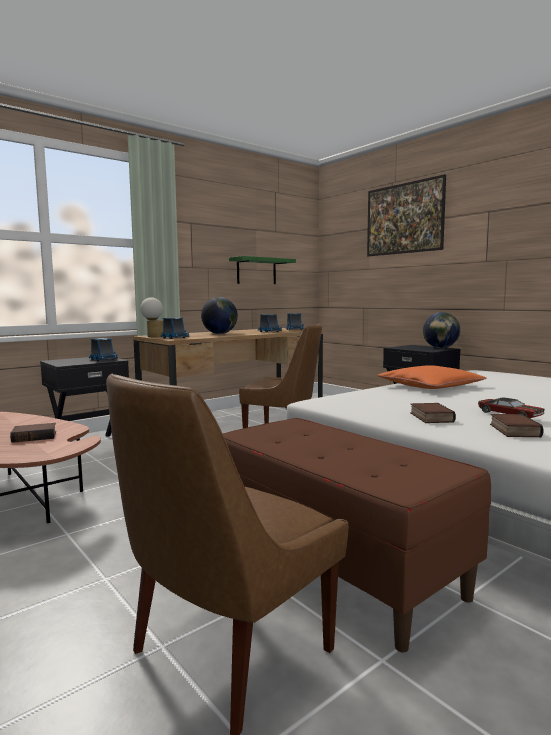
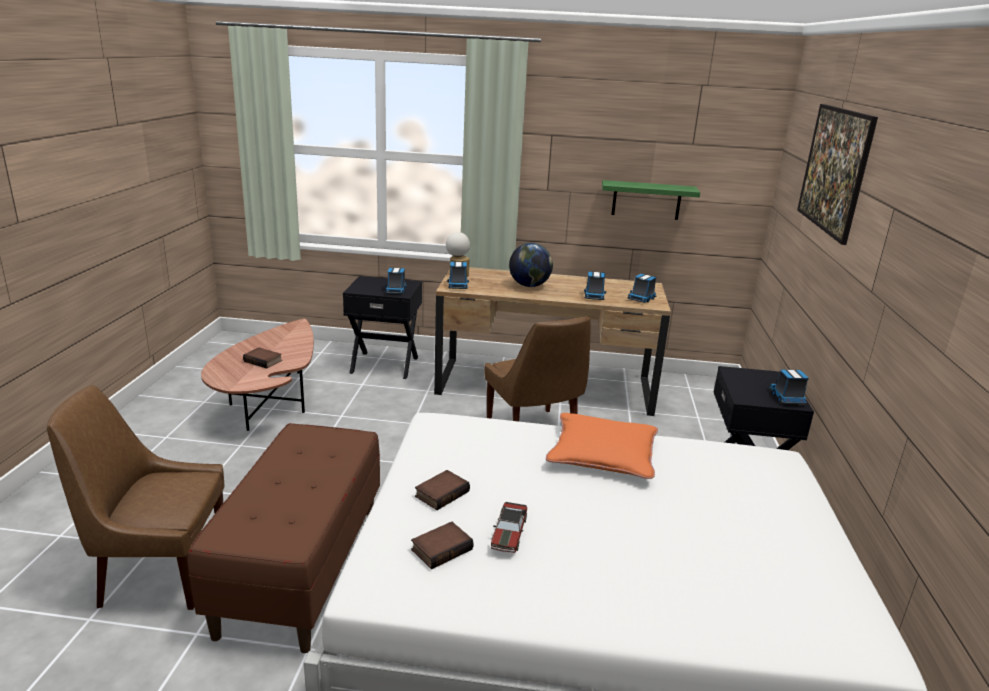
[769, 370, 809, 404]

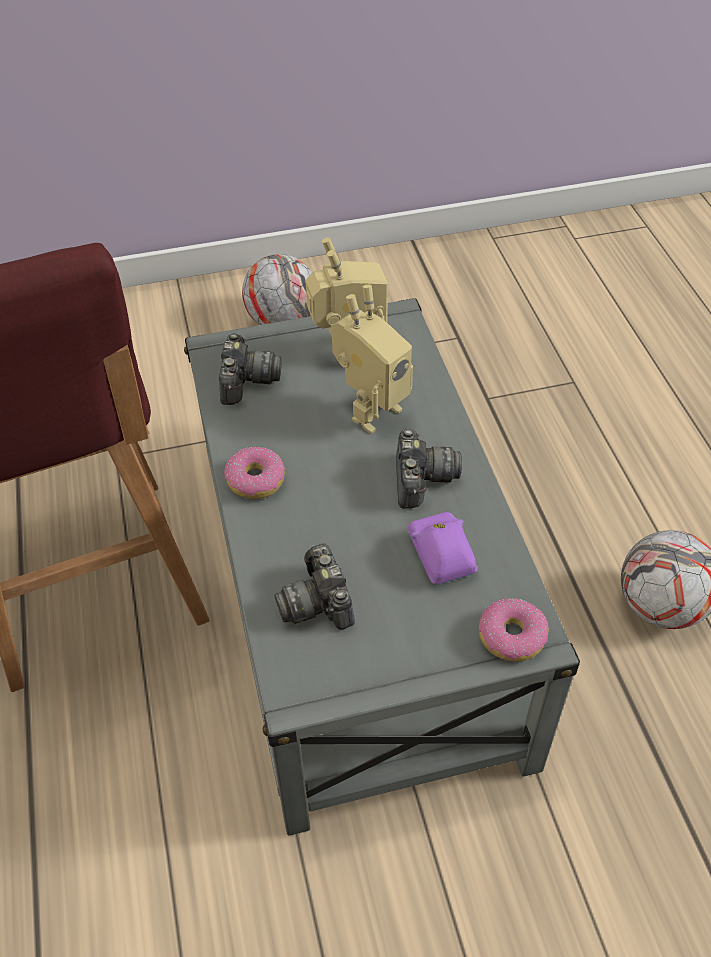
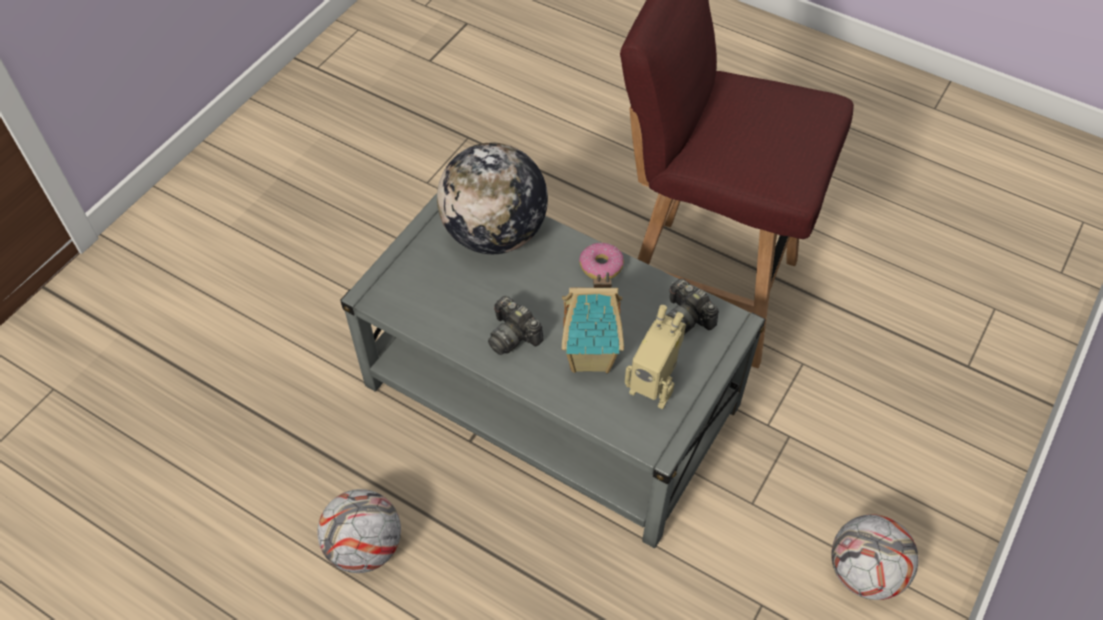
[437, 143, 548, 254]
[562, 272, 624, 373]
[408, 512, 478, 585] (first image)
[479, 598, 549, 661] (first image)

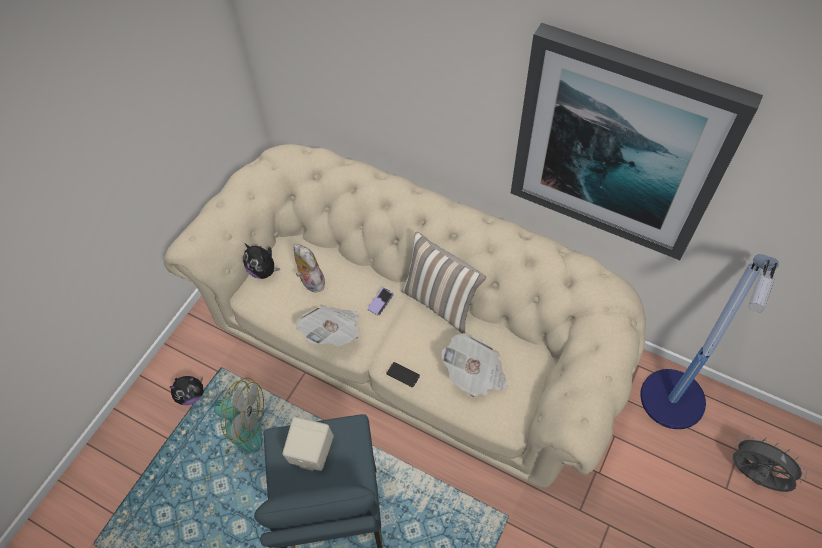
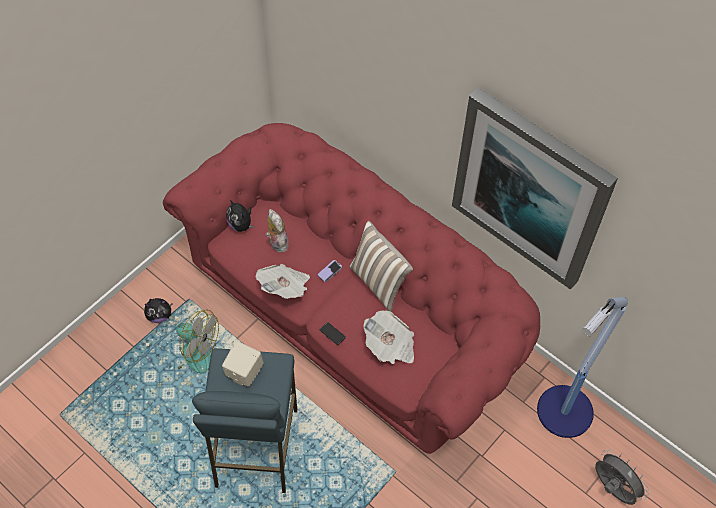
[163, 123, 540, 454]

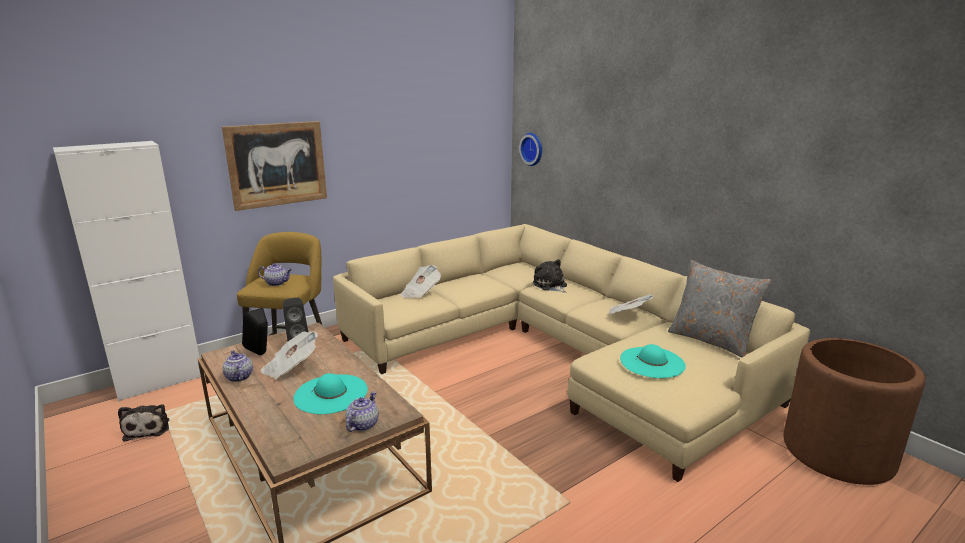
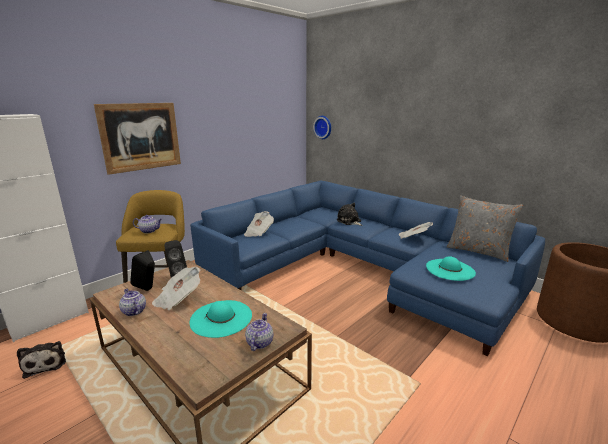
[190, 180, 545, 356]

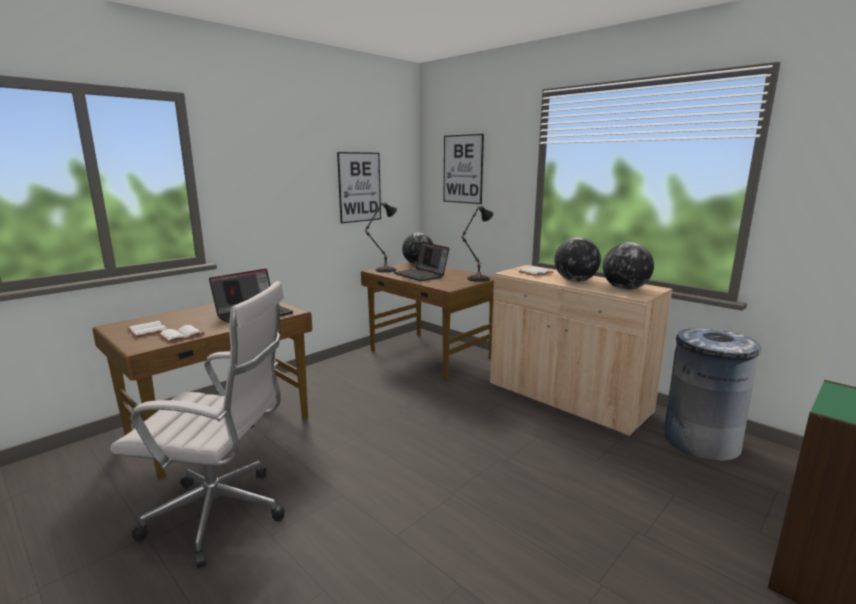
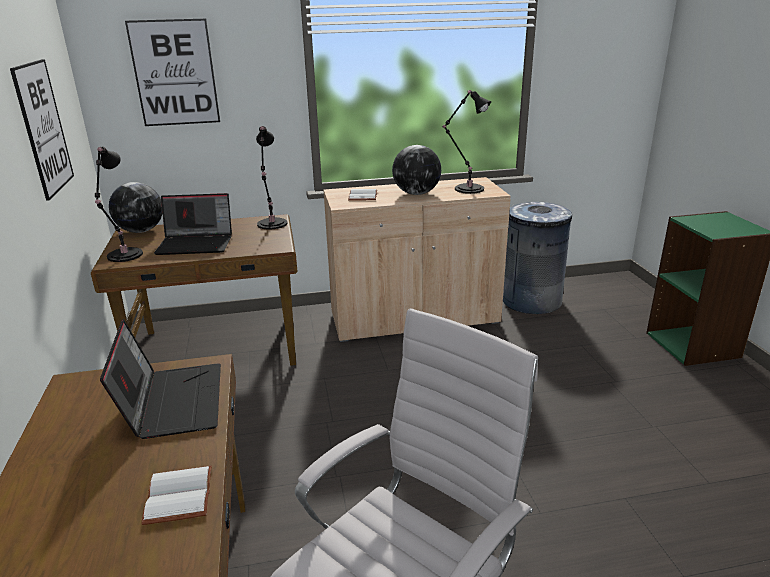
[127, 321, 167, 338] (first image)
[441, 90, 491, 194]

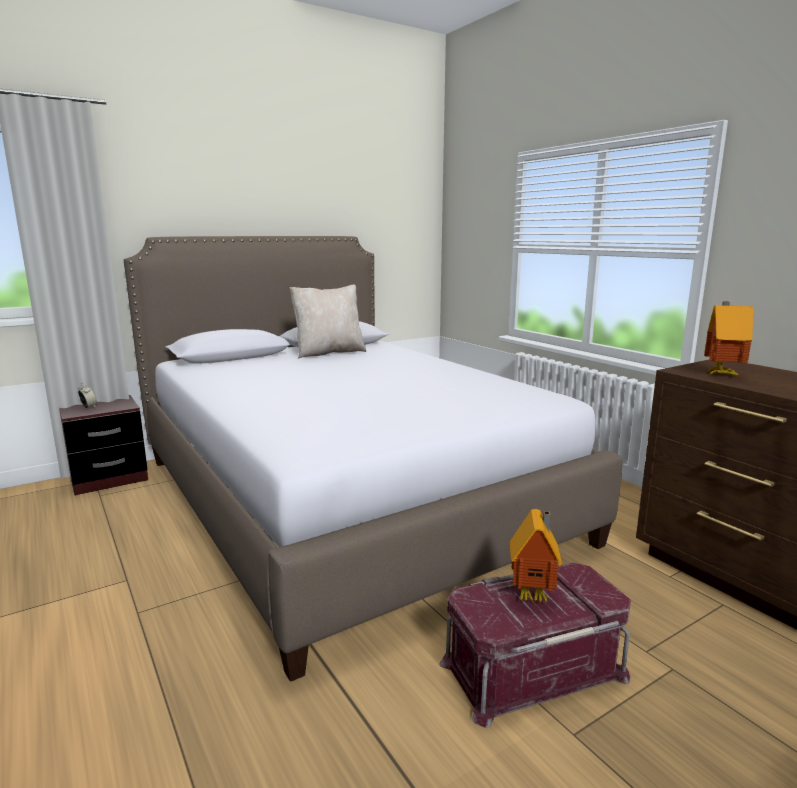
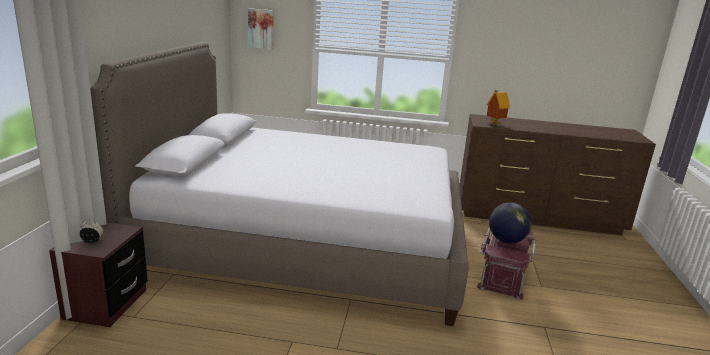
[290, 285, 366, 359] (first image)
[489, 202, 532, 244]
[248, 8, 273, 50]

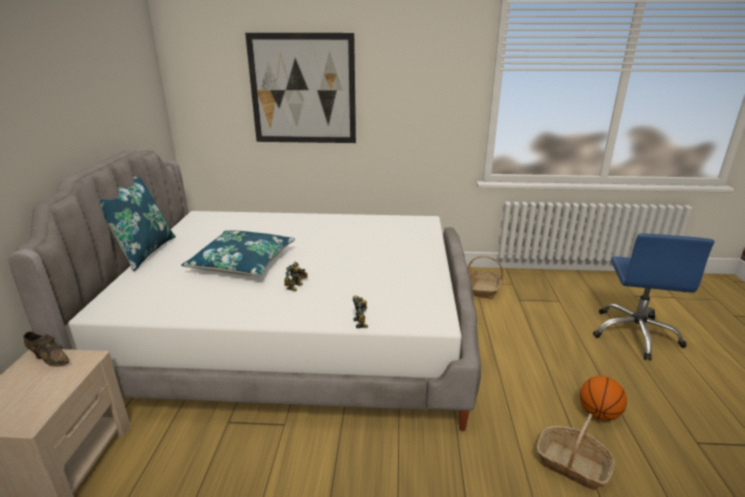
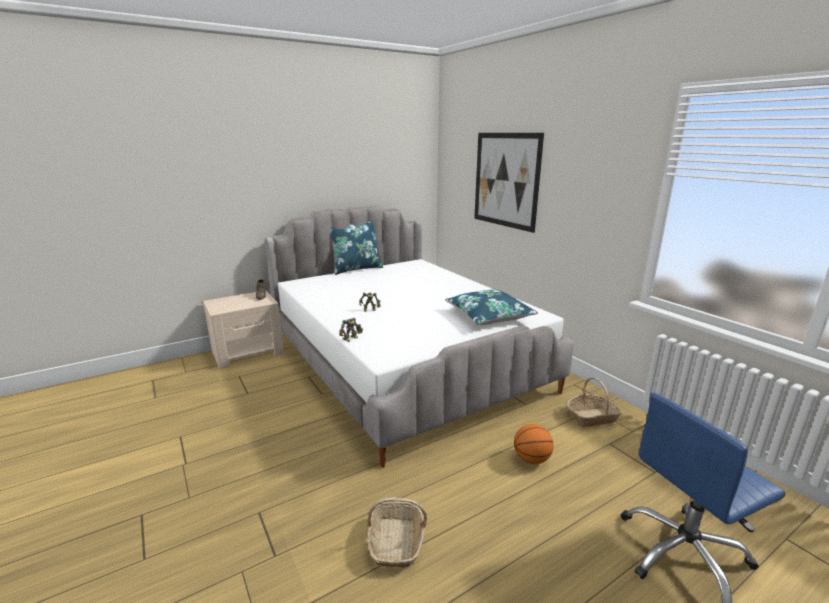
[445, 290, 538, 325]
[514, 424, 554, 464]

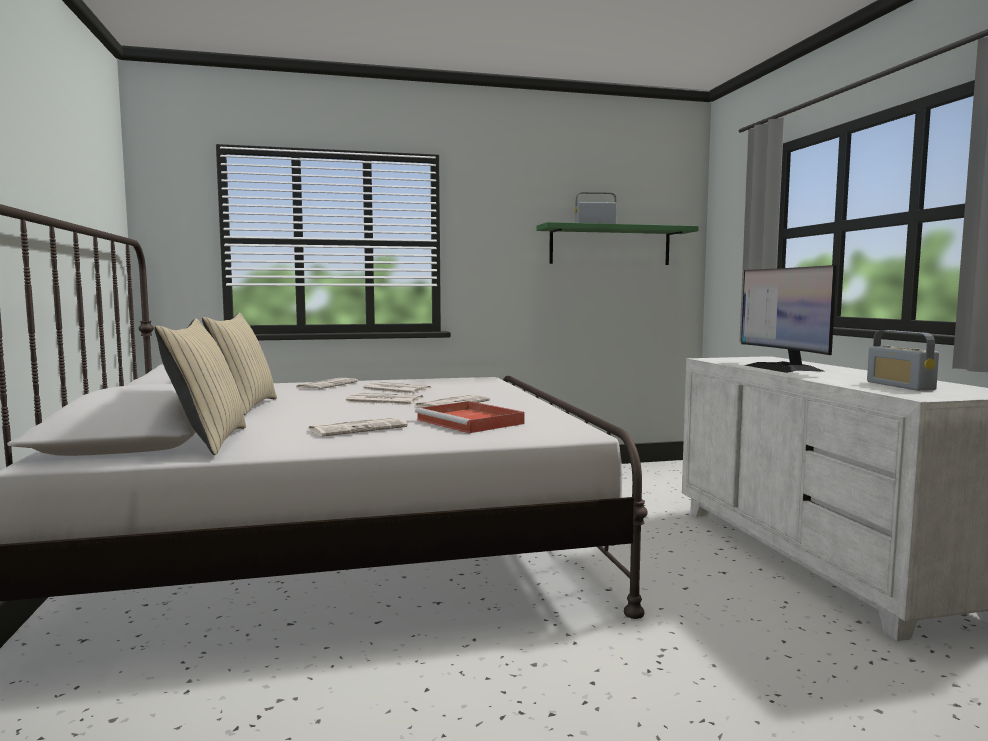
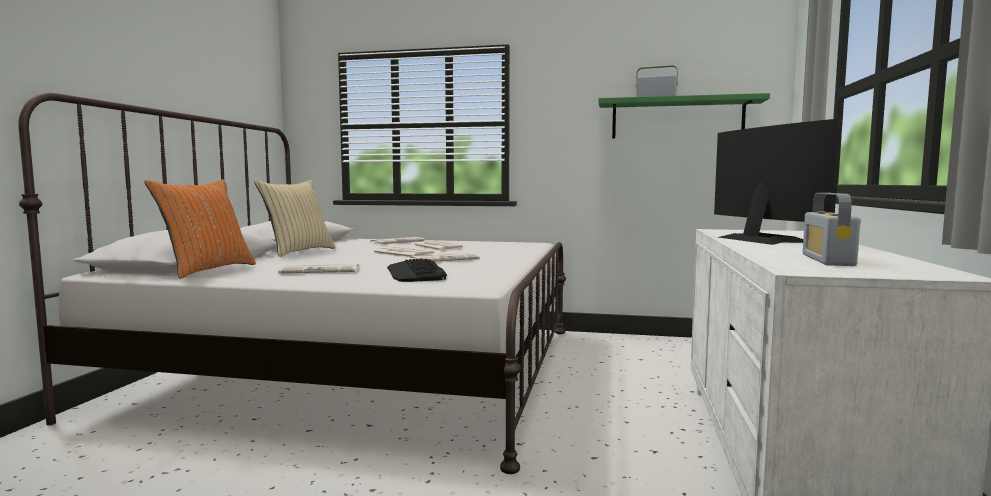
[144, 179, 256, 279]
[387, 258, 447, 282]
[714, 119, 841, 245]

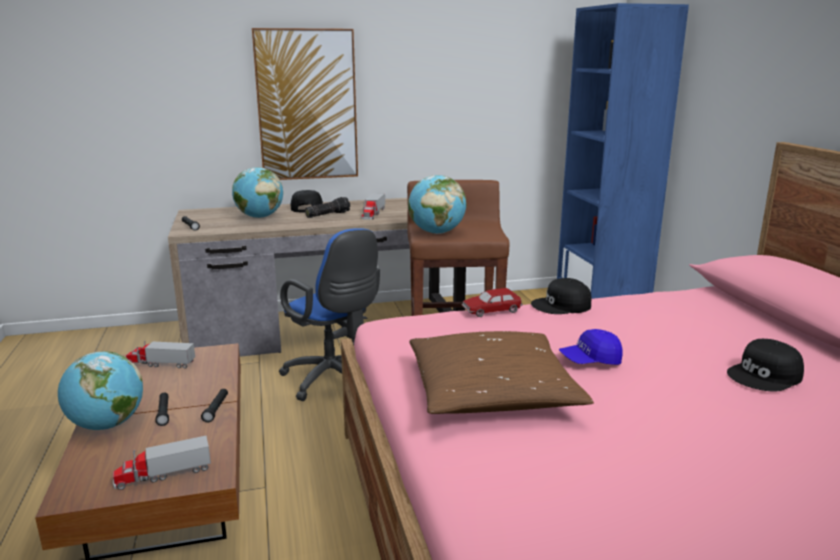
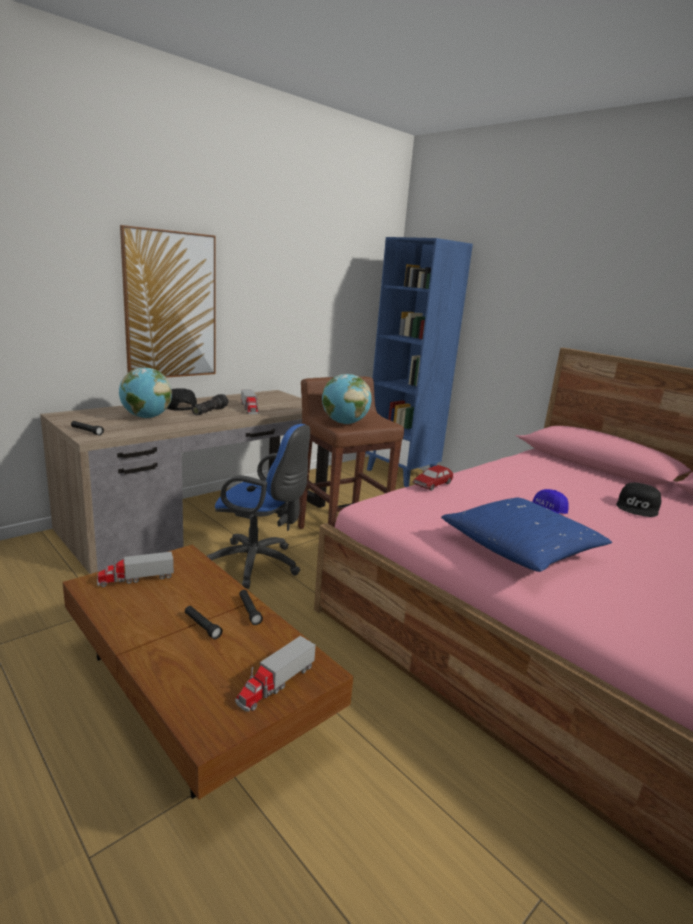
[58, 351, 143, 430] (first image)
[441, 498, 612, 572]
[531, 278, 591, 314] (first image)

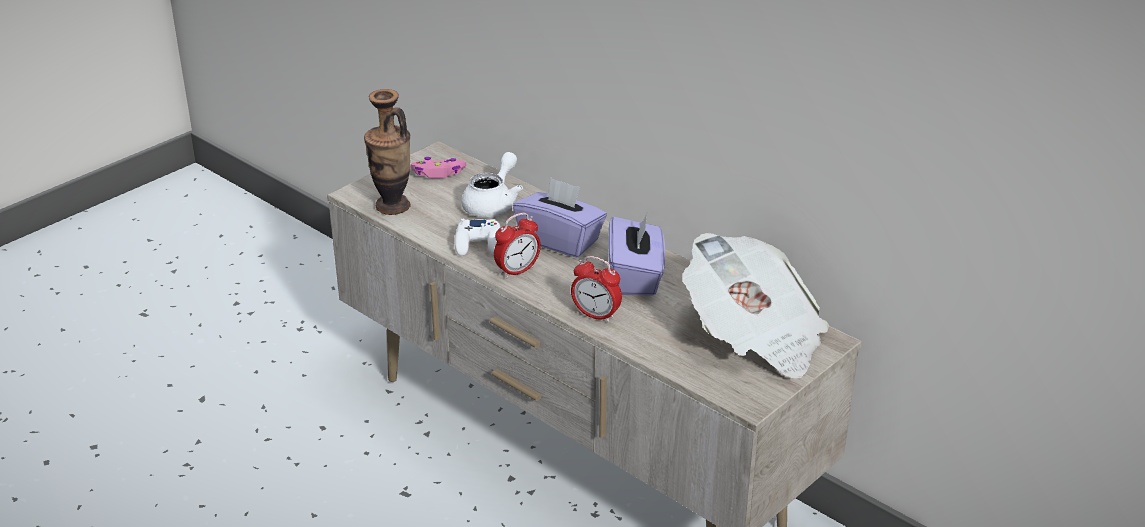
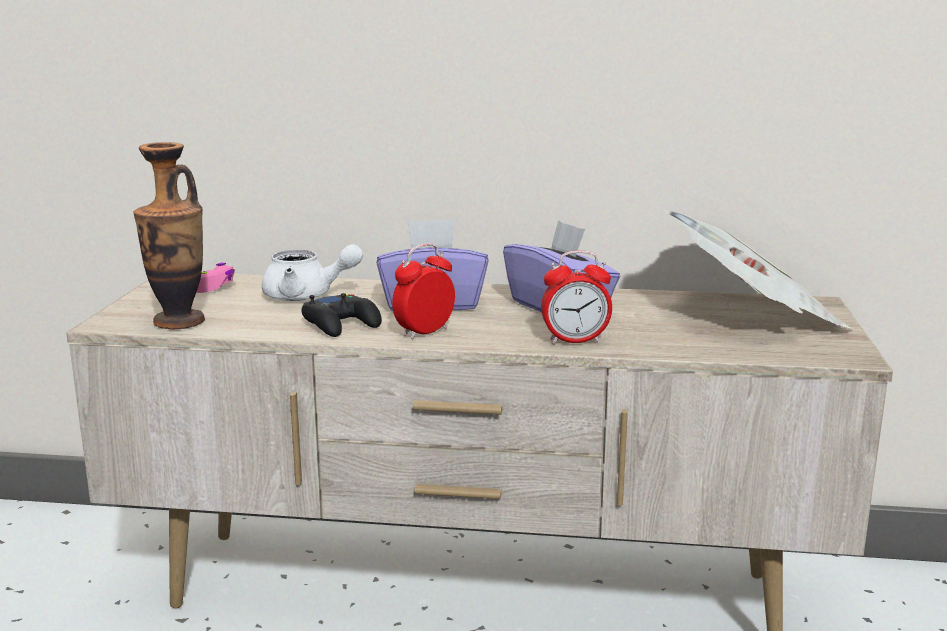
[301, 293, 382, 337]
[262, 244, 363, 301]
[392, 243, 455, 339]

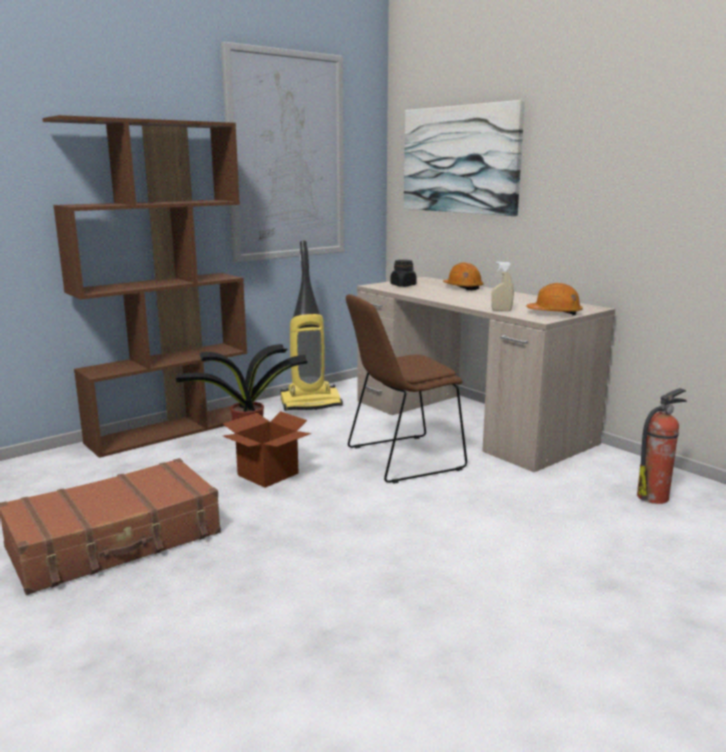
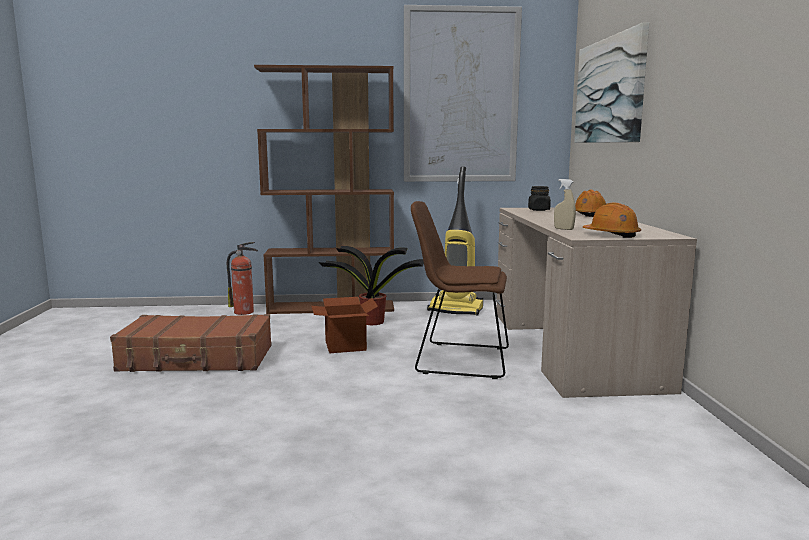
[227, 242, 258, 315]

